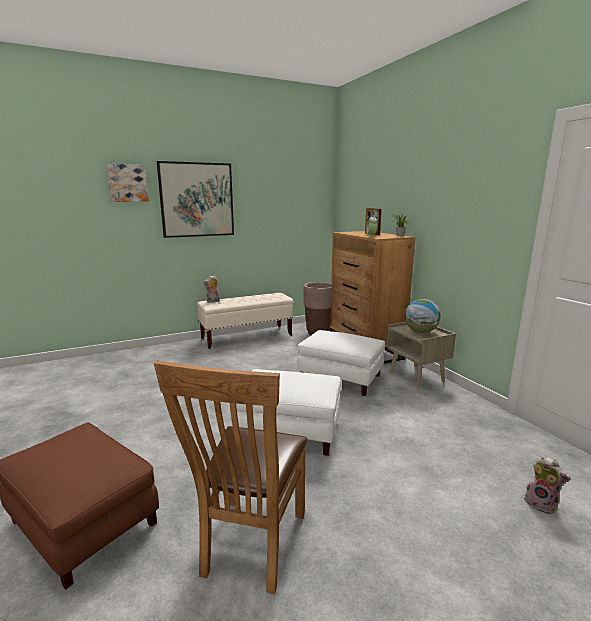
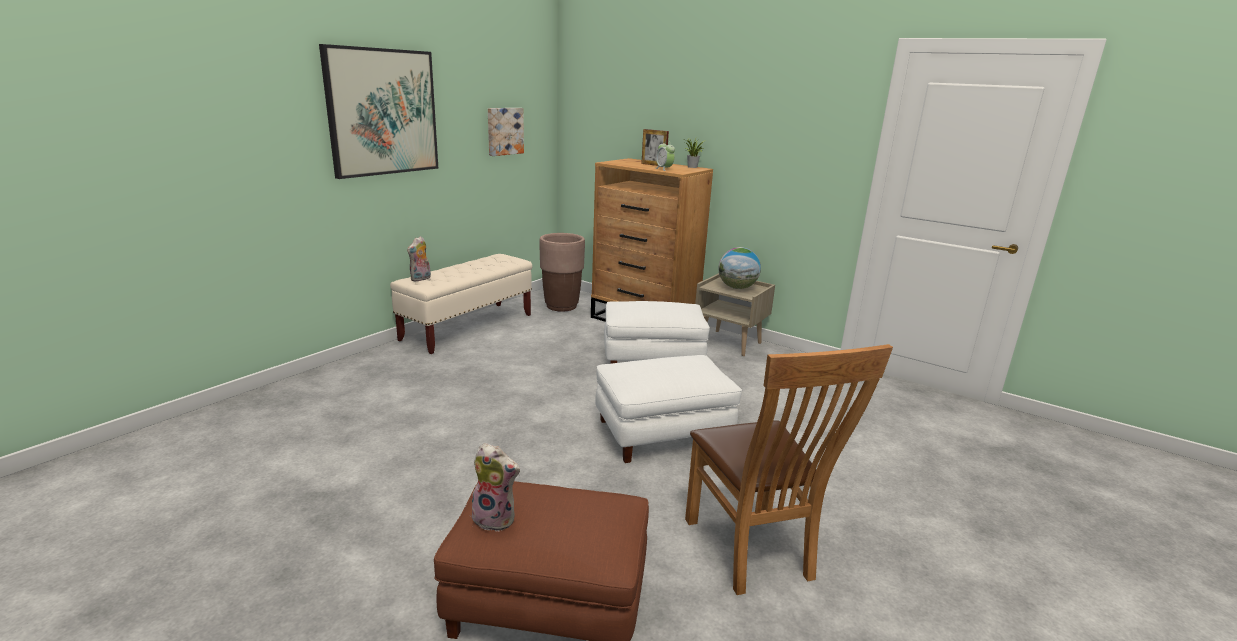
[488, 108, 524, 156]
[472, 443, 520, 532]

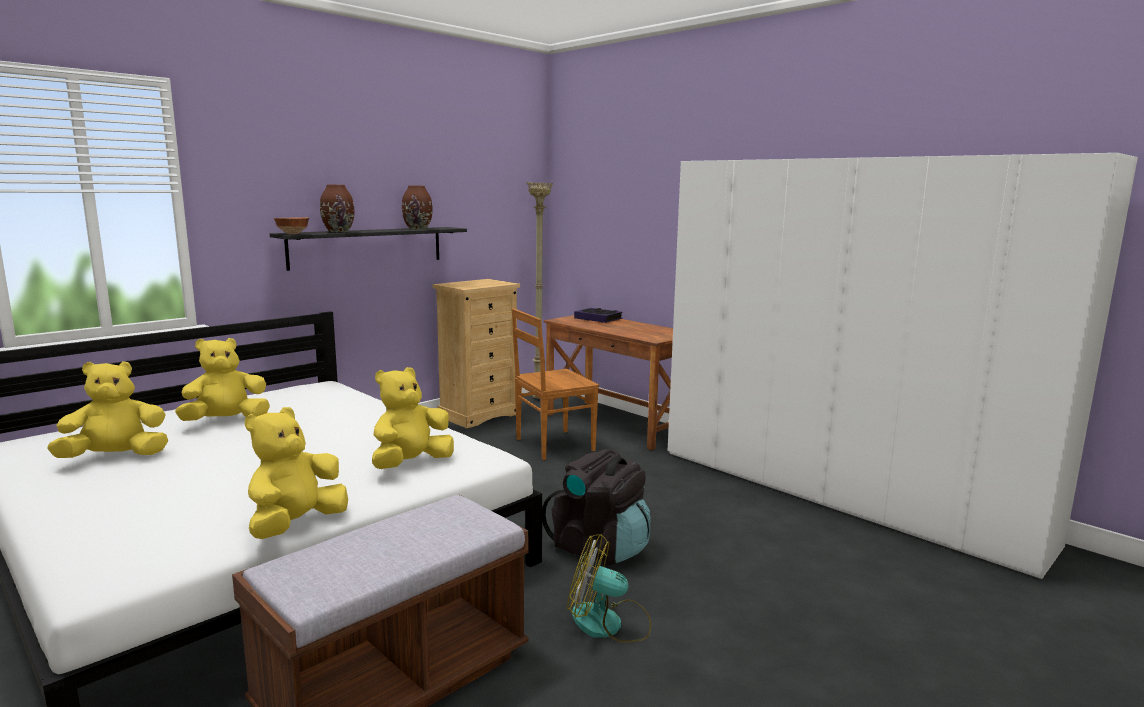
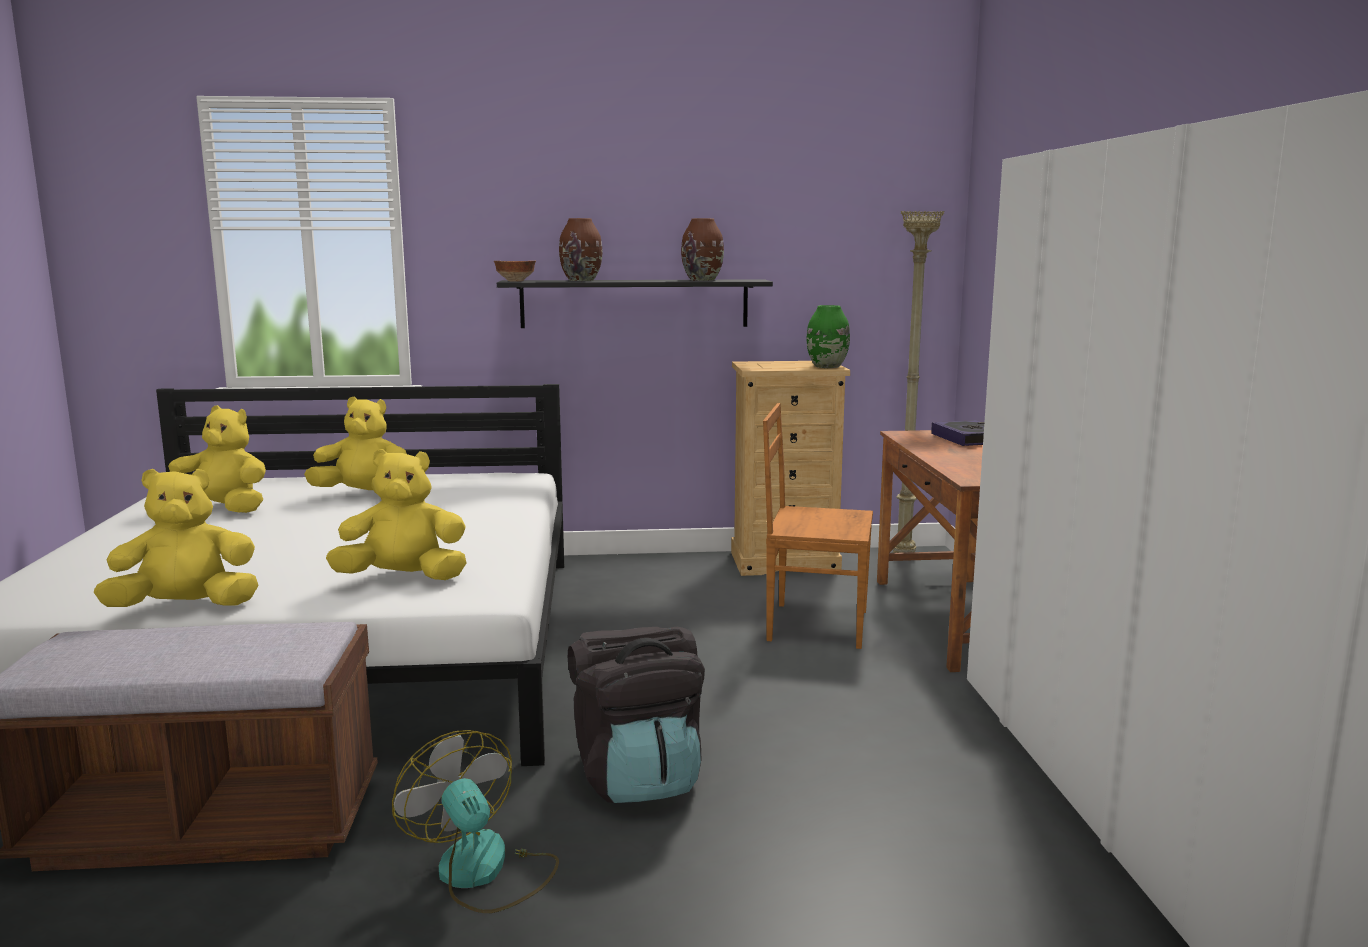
[807, 305, 850, 368]

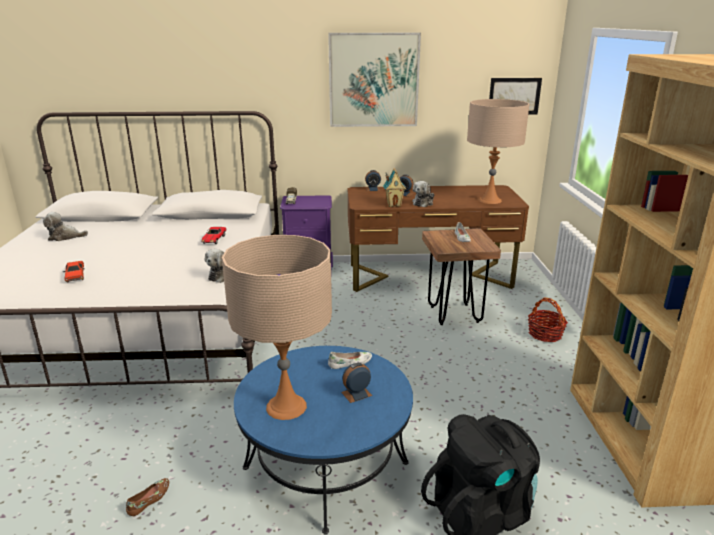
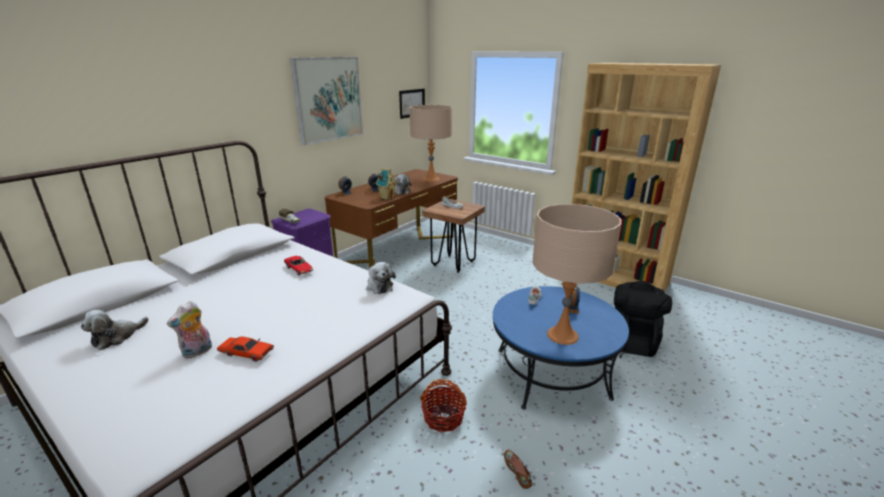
[420, 379, 467, 432]
[167, 301, 212, 359]

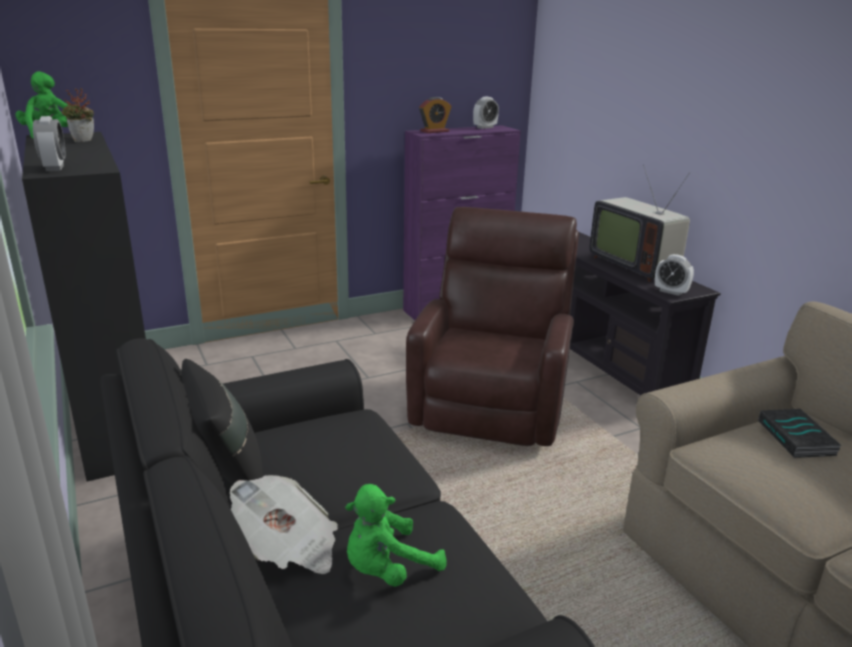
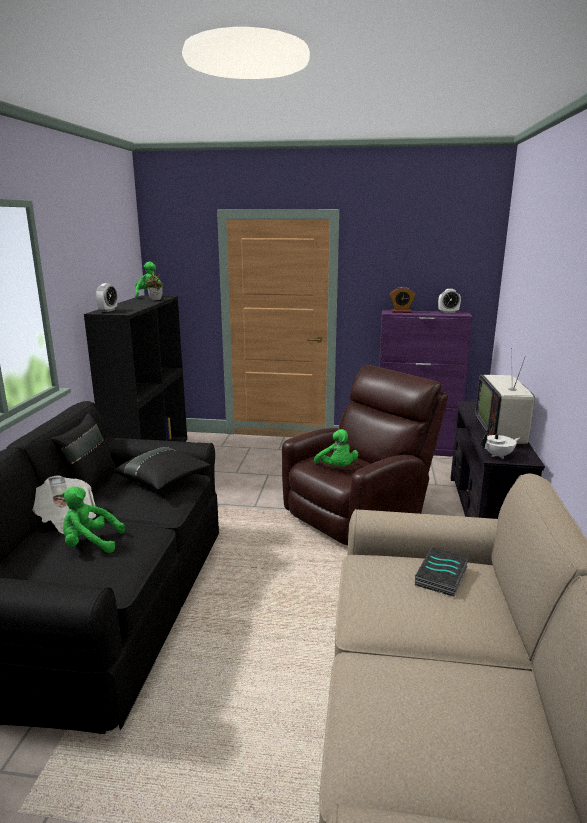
[481, 432, 520, 459]
[113, 447, 210, 490]
[314, 429, 359, 467]

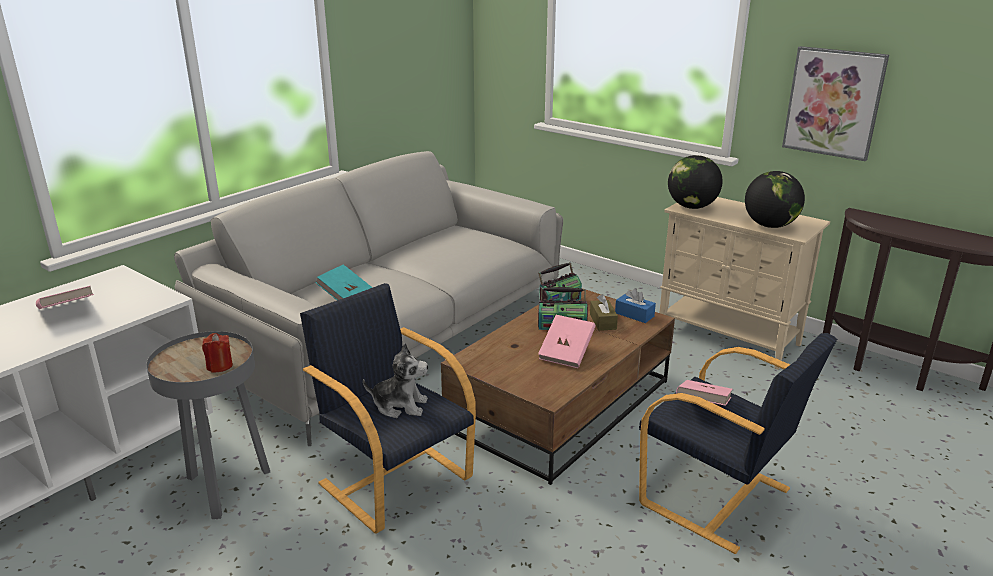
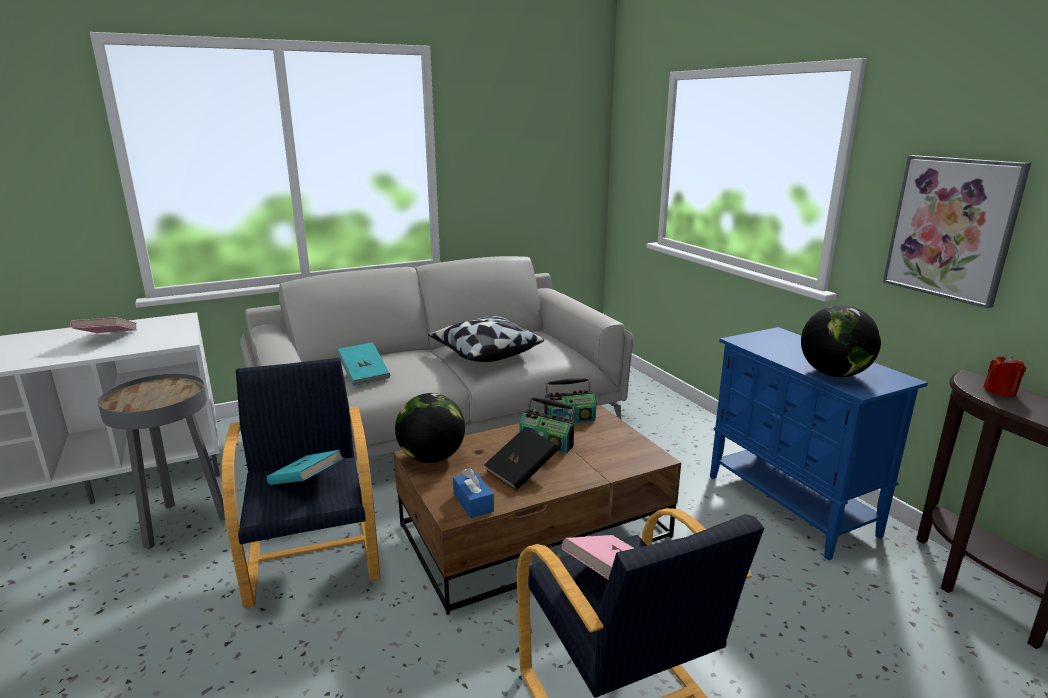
[984, 355, 1026, 397]
[267, 450, 344, 485]
[484, 427, 558, 491]
[590, 294, 618, 331] (first image)
[453, 468, 494, 518]
[710, 327, 928, 560]
[395, 393, 465, 463]
[428, 316, 544, 362]

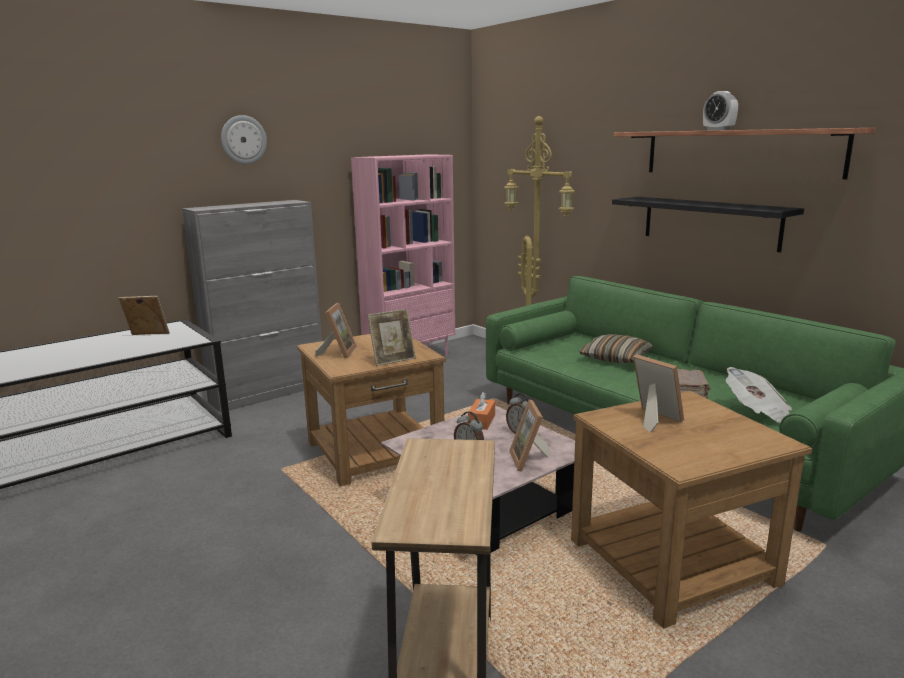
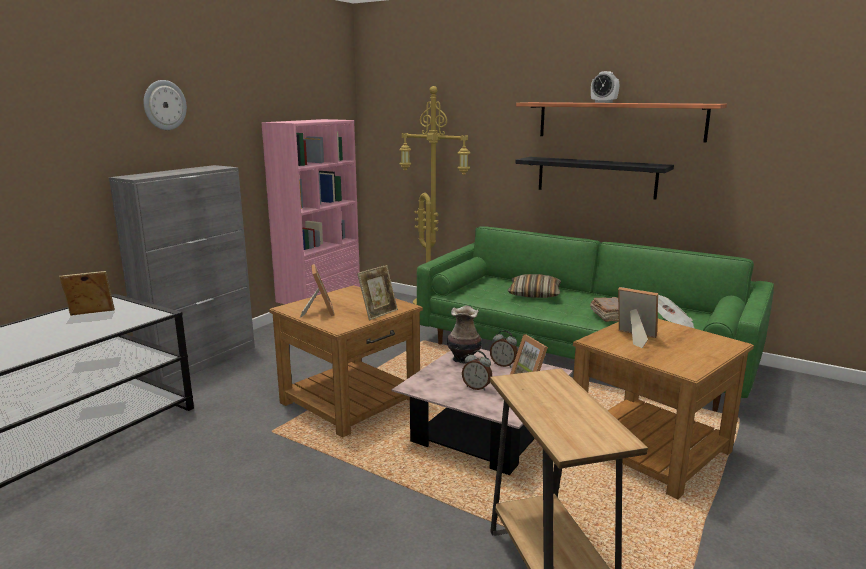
[447, 306, 482, 364]

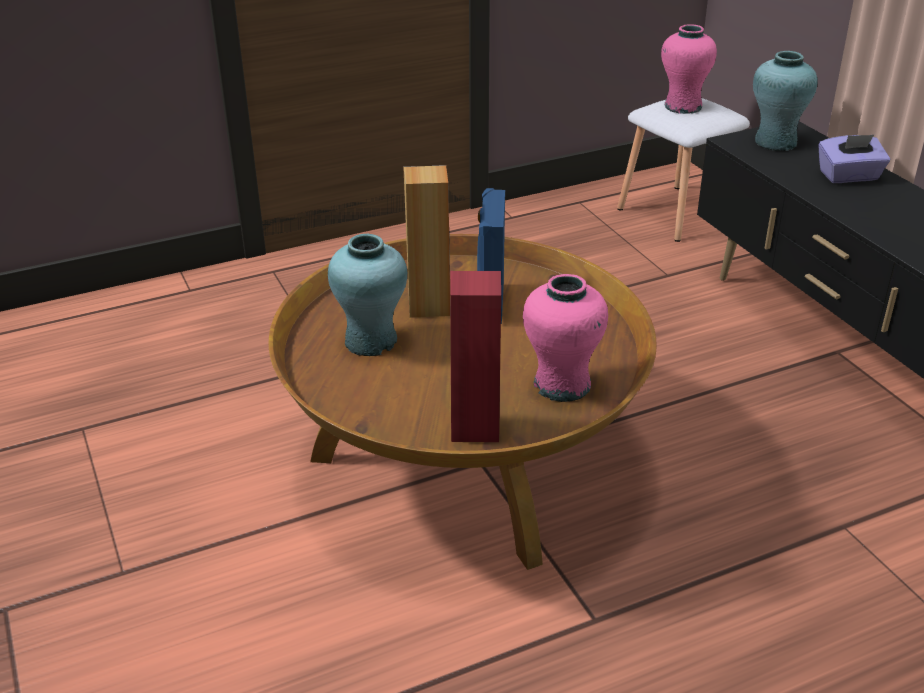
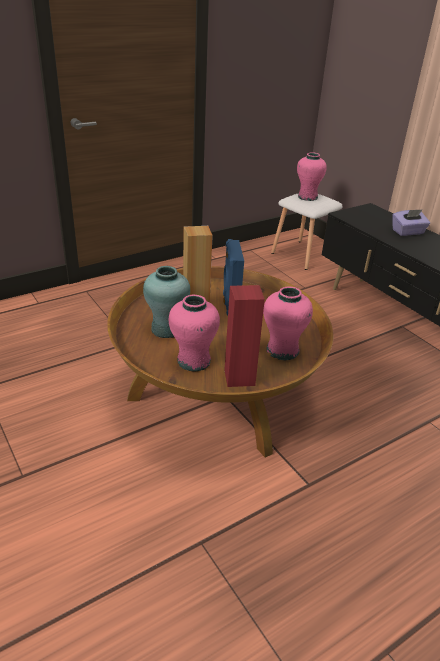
[753, 51, 818, 151] (first image)
[169, 295, 220, 372]

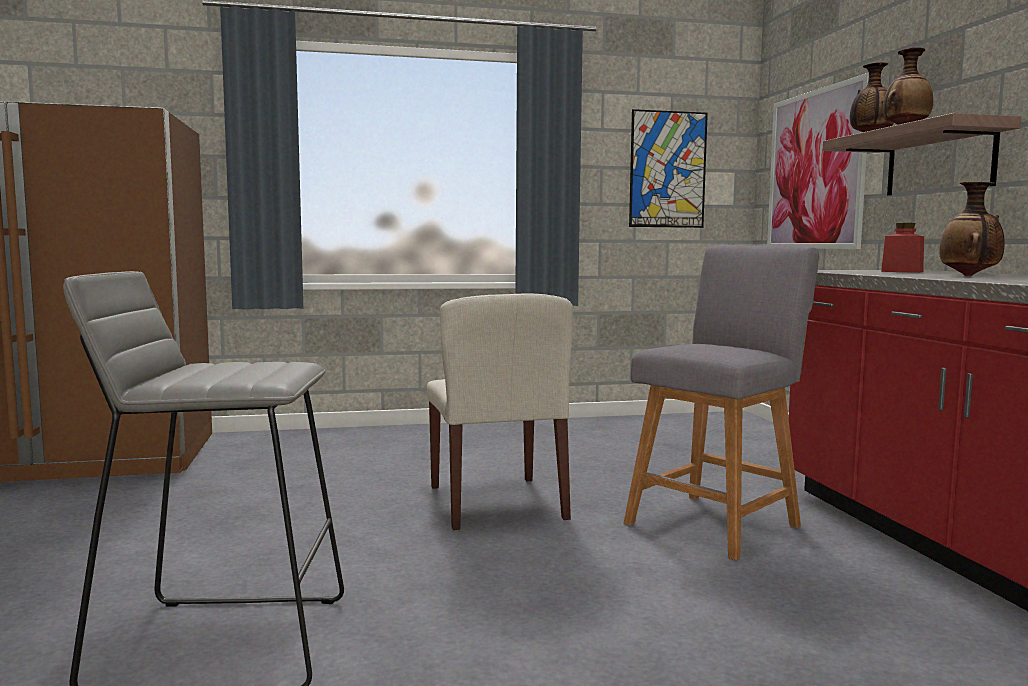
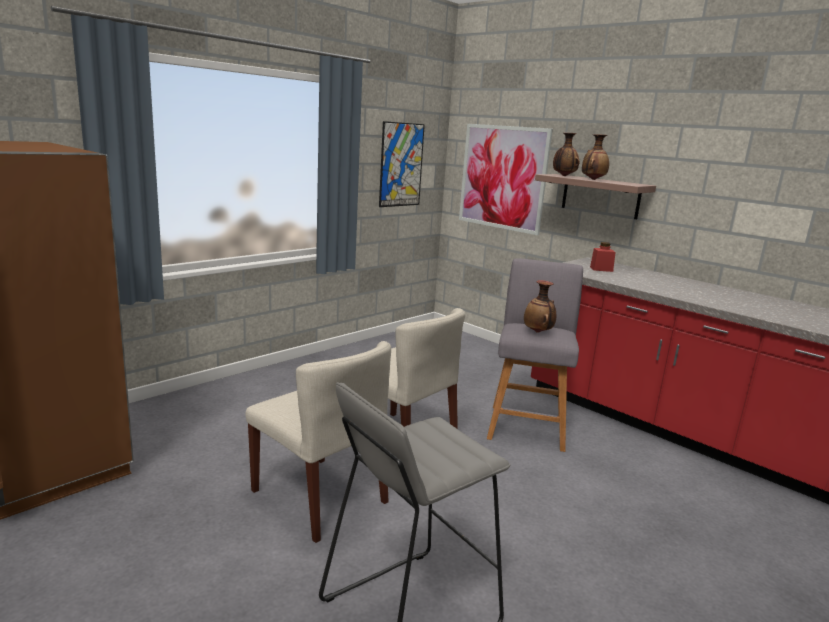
[524, 280, 556, 333]
[246, 341, 391, 543]

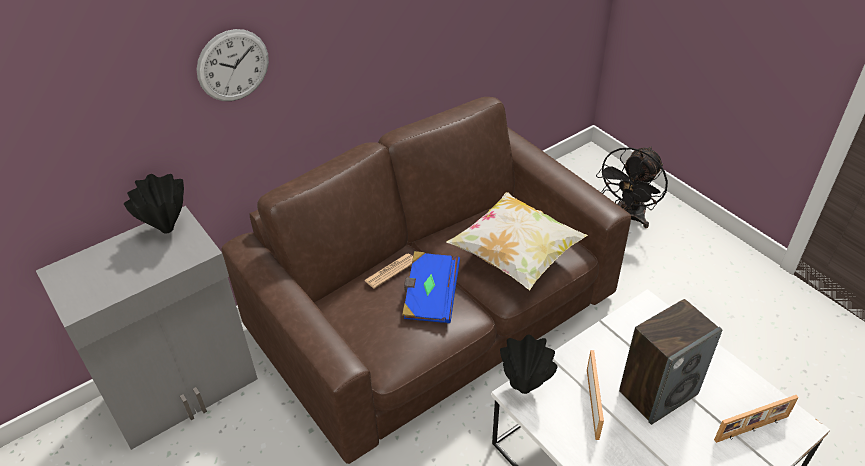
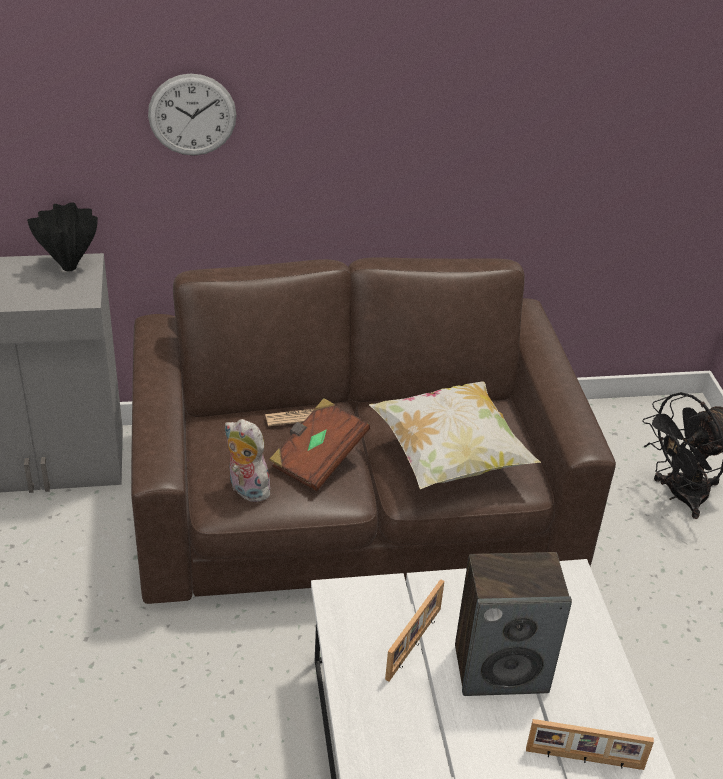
[269, 398, 370, 491]
[500, 334, 558, 394] (first image)
[225, 419, 270, 502]

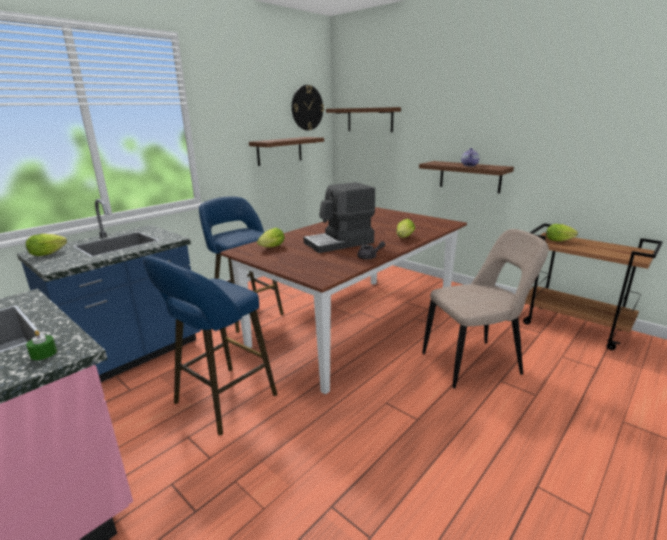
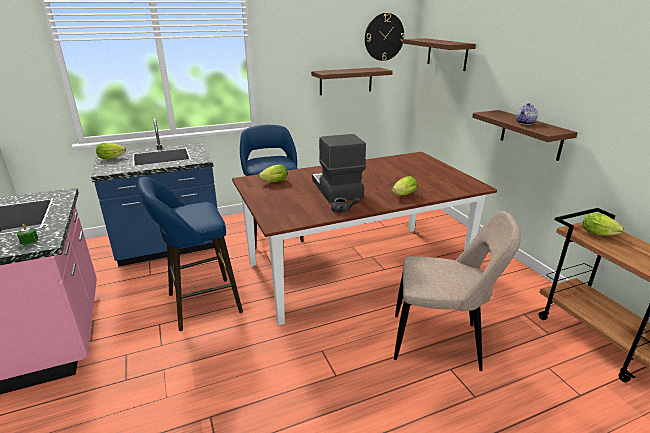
[312, 134, 366, 203]

